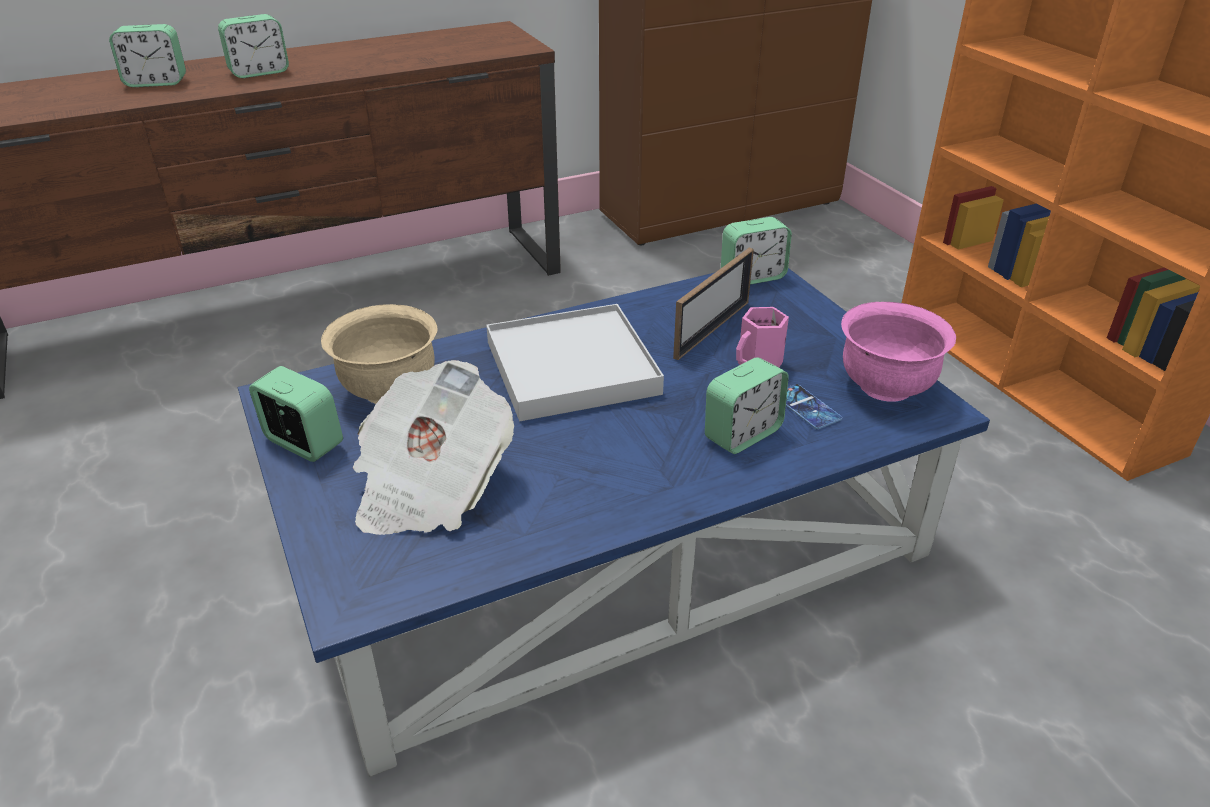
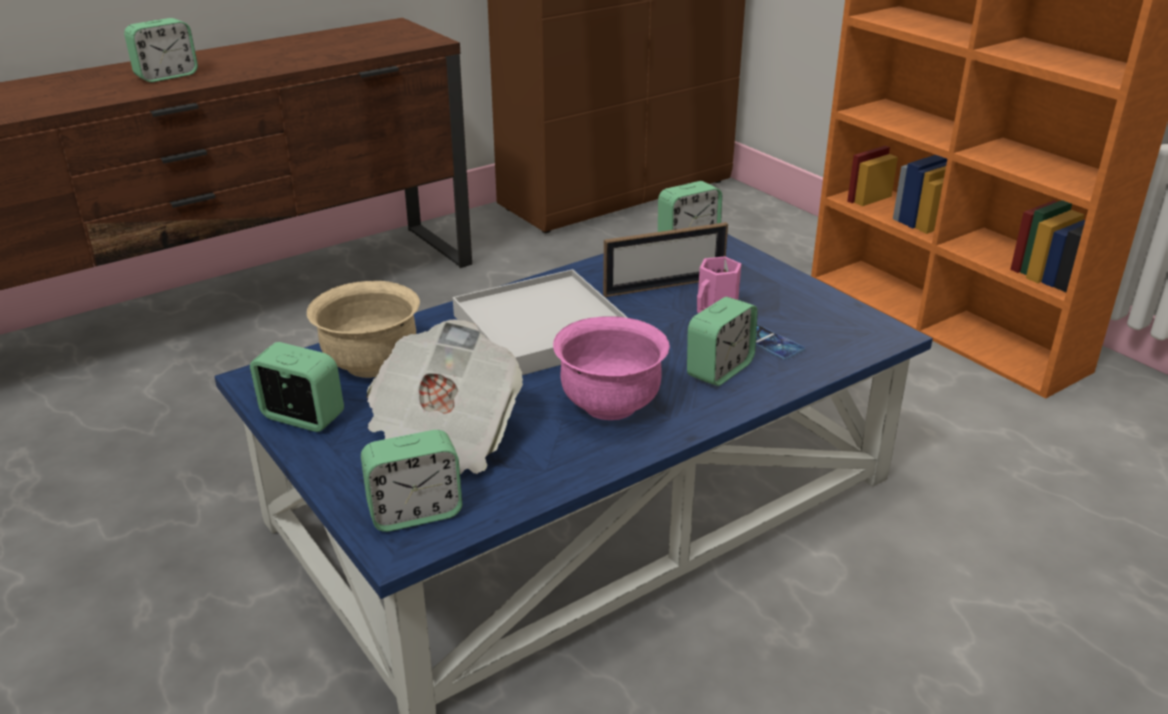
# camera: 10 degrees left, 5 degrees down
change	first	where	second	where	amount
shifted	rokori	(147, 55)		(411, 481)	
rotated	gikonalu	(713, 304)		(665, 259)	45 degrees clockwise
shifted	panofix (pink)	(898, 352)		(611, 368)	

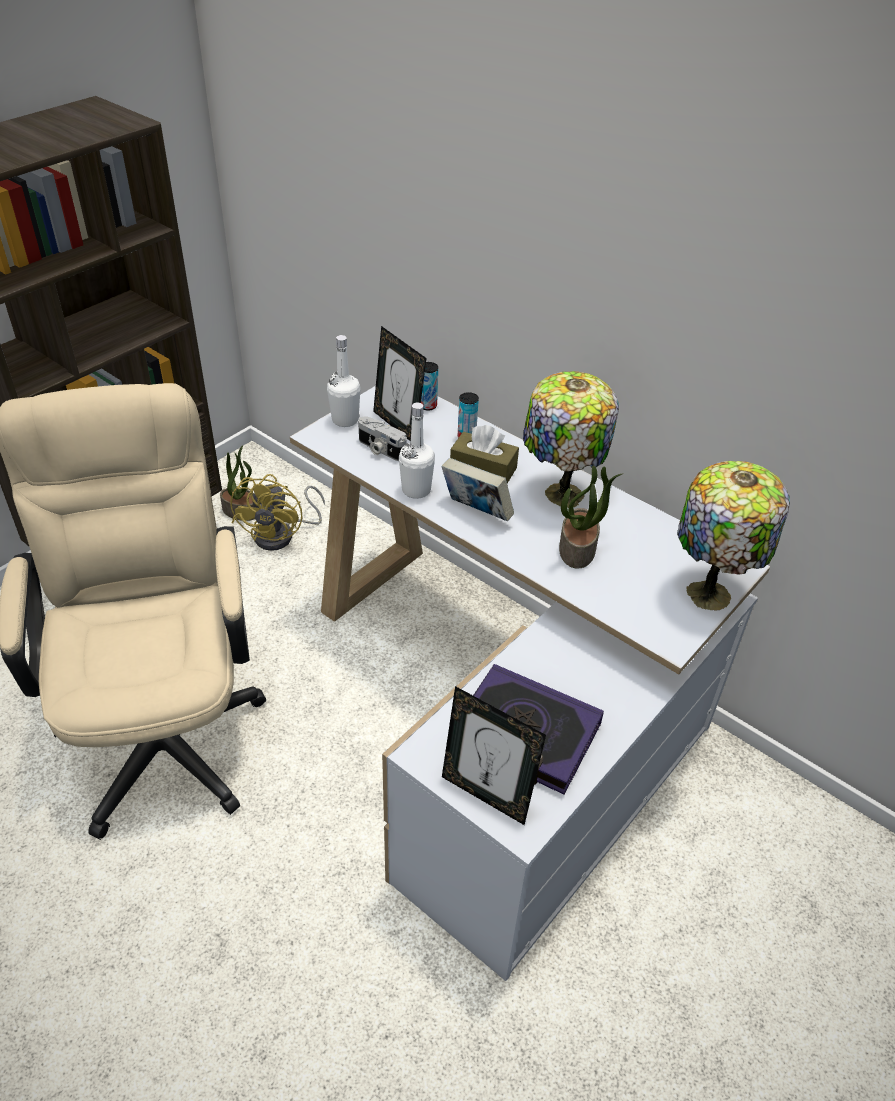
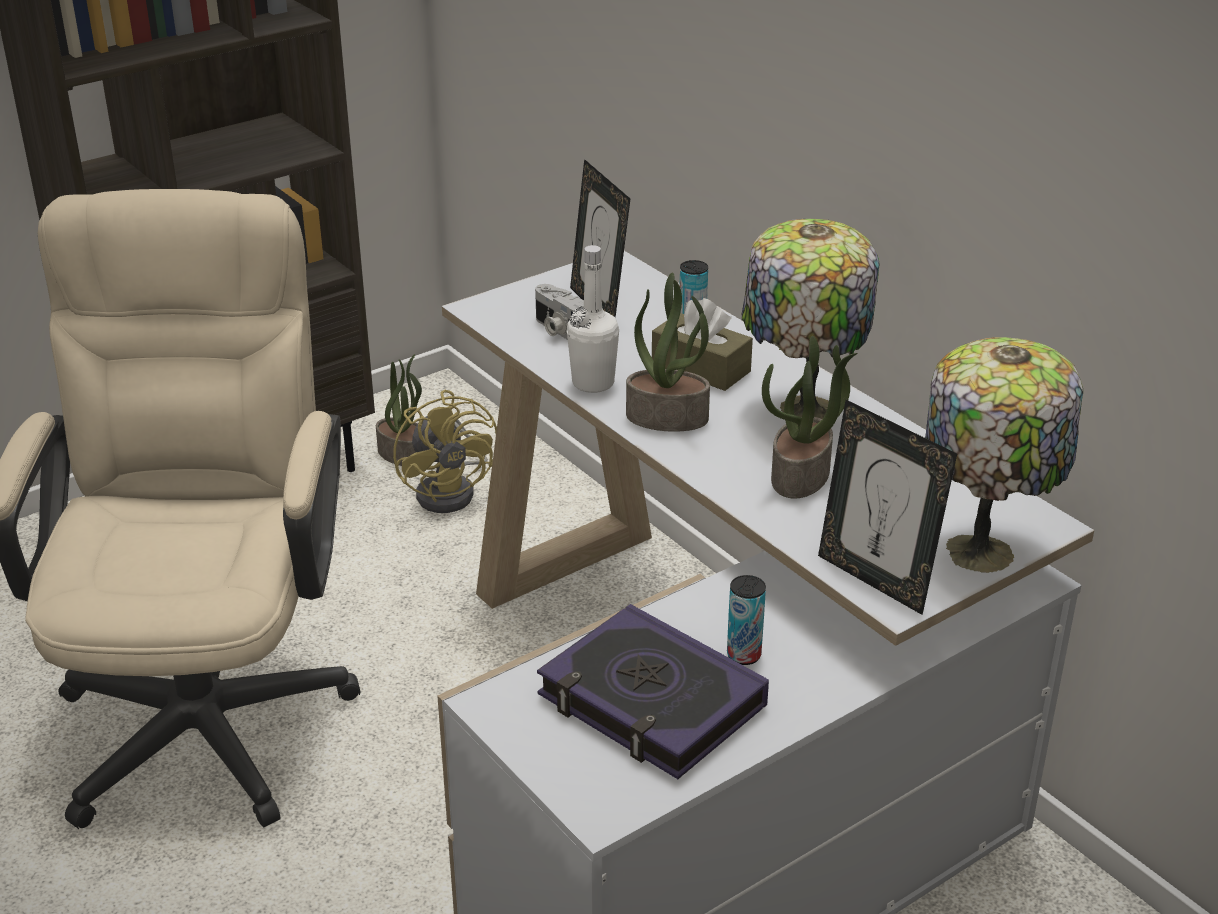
# camera: 15 degrees right, 10 degrees down
change	first	where	second	where	amount
rotated	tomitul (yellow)	(277, 512)		(445, 451)	45 degrees counterclockwise
gone	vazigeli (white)	(343, 381)			
shifted	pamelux	(429, 386)		(746, 620)	
swapped	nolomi	(478, 489)	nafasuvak	(668, 352)	
shifted	gikonalu	(494, 755)		(887, 507)	

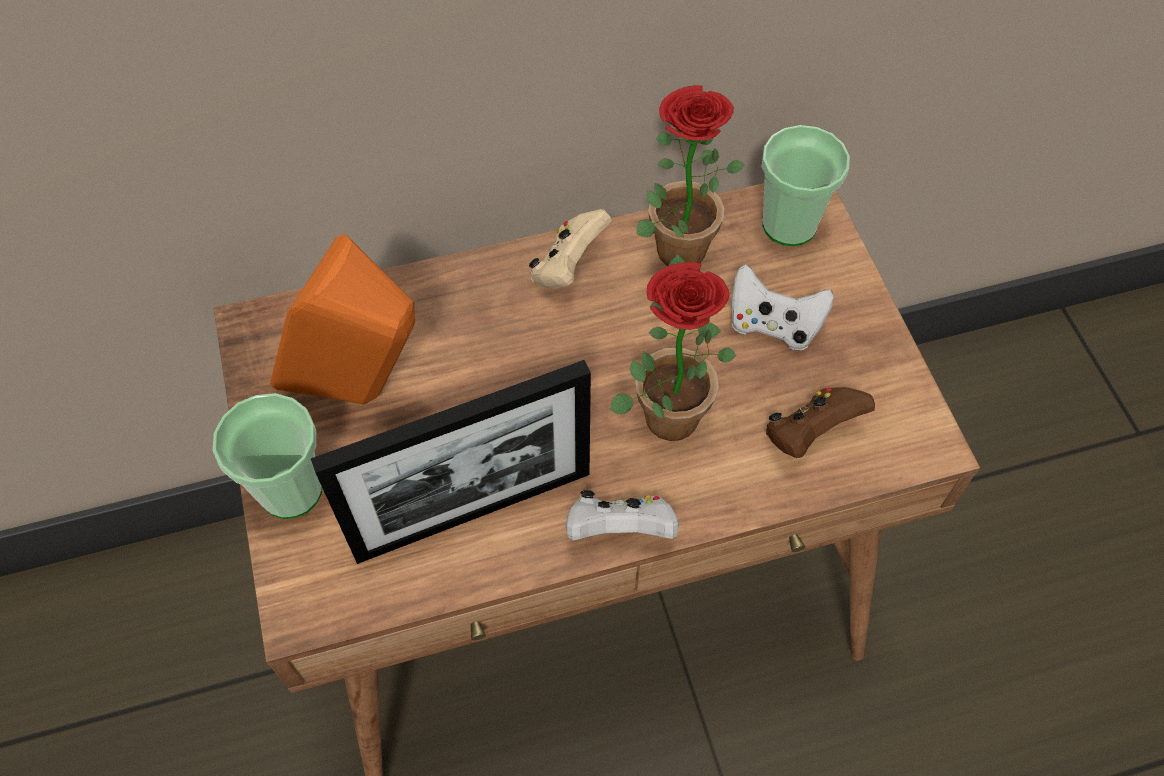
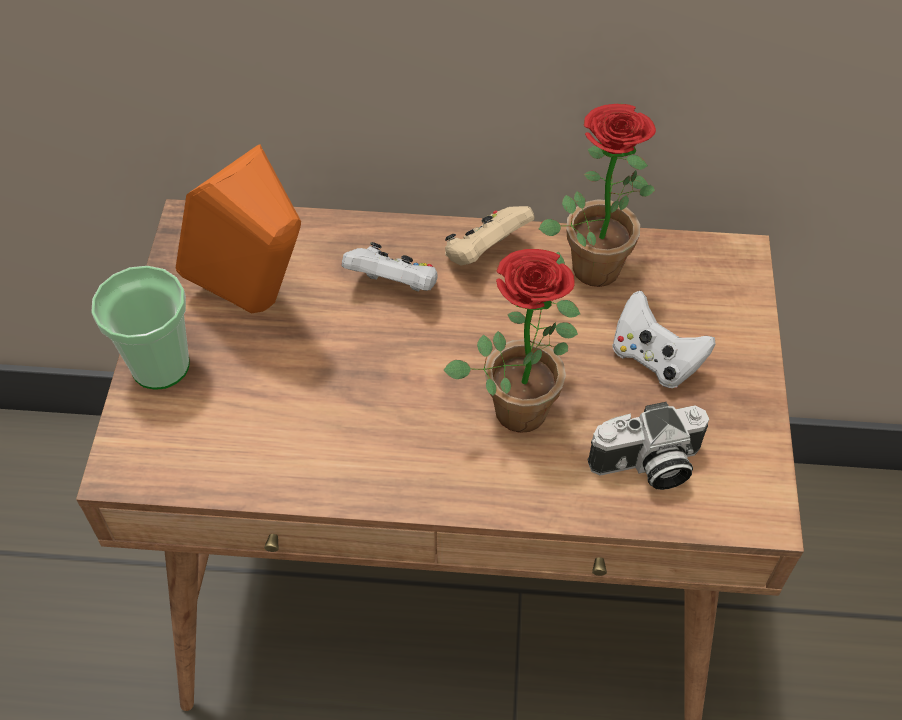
# camera: 20 degrees right, 5 degrees down
change	first	where	second	where	amount
gone	gikonalu	(451, 462)			
shifted	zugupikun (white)	(622, 515)		(390, 267)	
gone	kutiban	(806, 185)			
swapped	zugupikun (brown)	(820, 422)	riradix	(648, 445)	

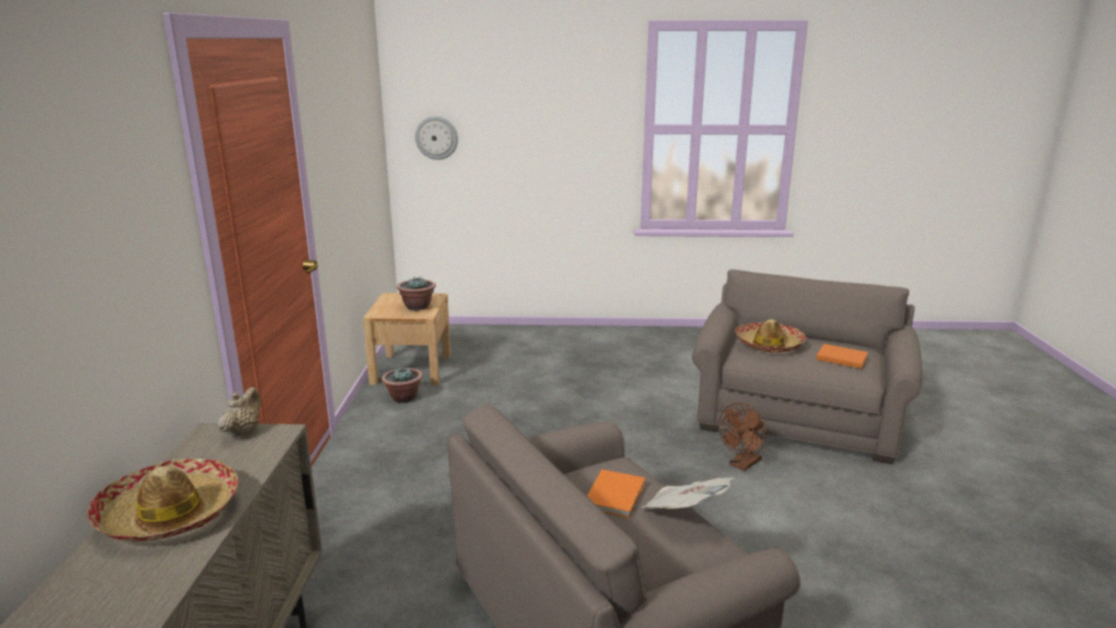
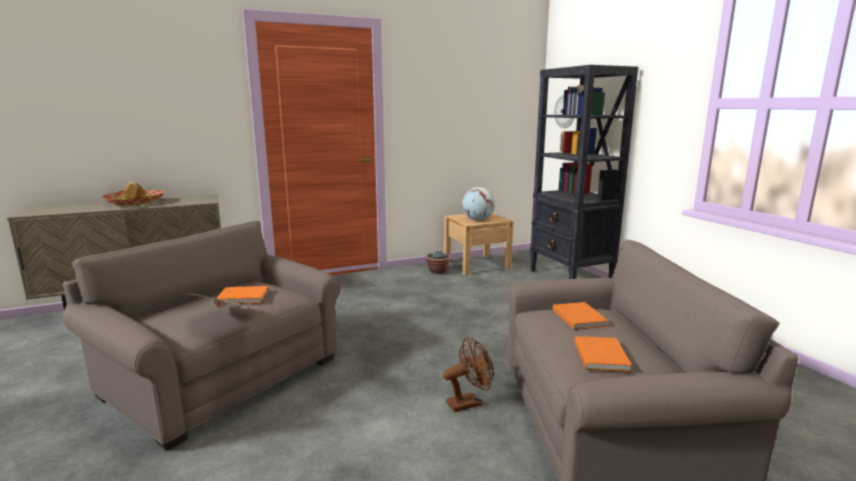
# camera: 65 degrees right, 5 degrees down
change	first	where	second	where	amount
gone	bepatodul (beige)	(239, 412)			
swapped	nafasuvak	(416, 293)	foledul	(478, 204)	
rotated	tomitul (brown)	(743, 437)		(468, 374)	135 degrees clockwise
swapped	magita	(771, 336)	nolomi (orange)	(581, 316)	
new			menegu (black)	(584, 172)	

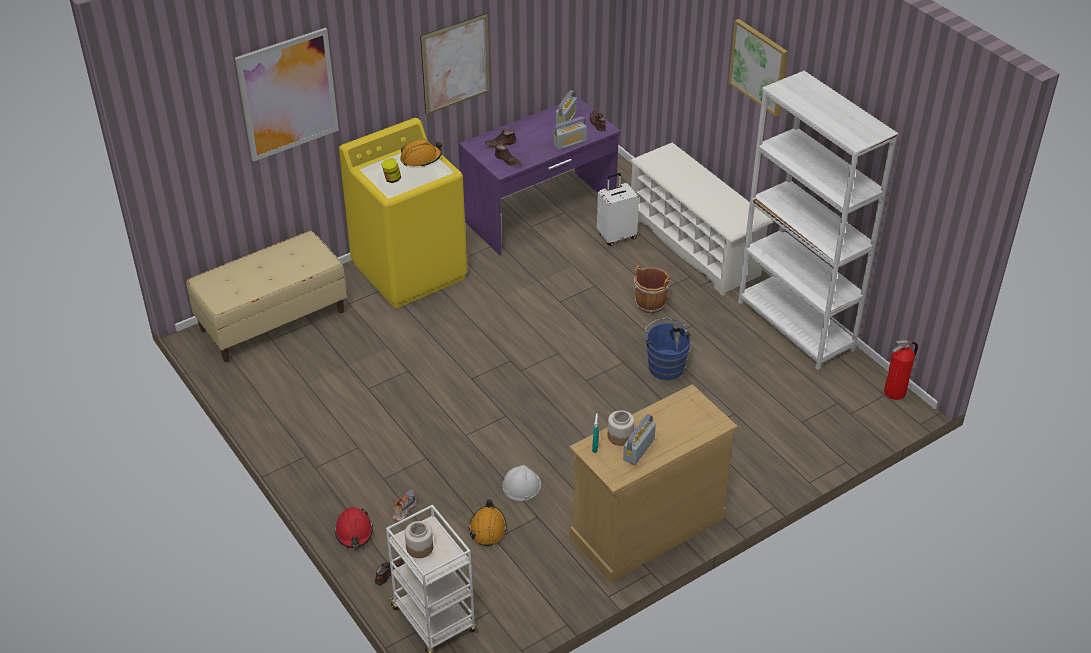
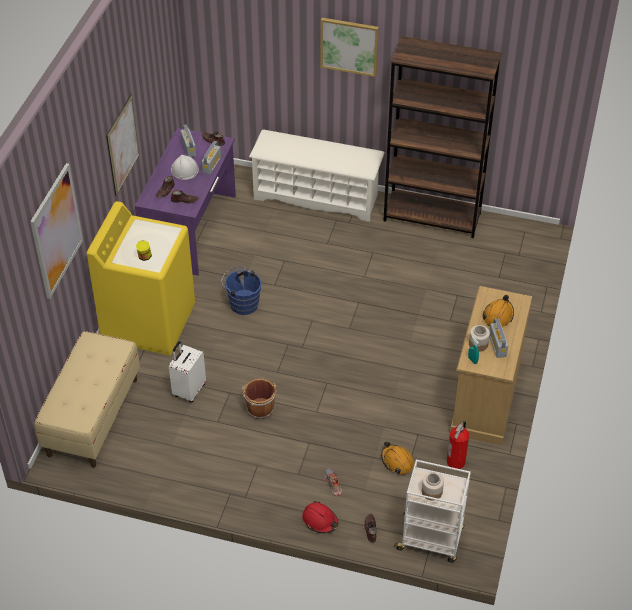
# camera: 40 degrees left, 5 degrees up
change	first	where	second	where	amount
shifted	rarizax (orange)	(421, 153)		(498, 311)	
shifted	rarizax (white)	(522, 483)		(185, 167)	
shifted	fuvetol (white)	(618, 209)		(187, 371)	
shifted	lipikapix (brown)	(653, 289)		(259, 399)	
shifted	lipikapix (blue)	(668, 349)		(241, 291)	
repainted	menegu (white)	(818, 220)	menegu (brown)	(442, 137)	
shifted	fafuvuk	(901, 370)		(458, 445)	

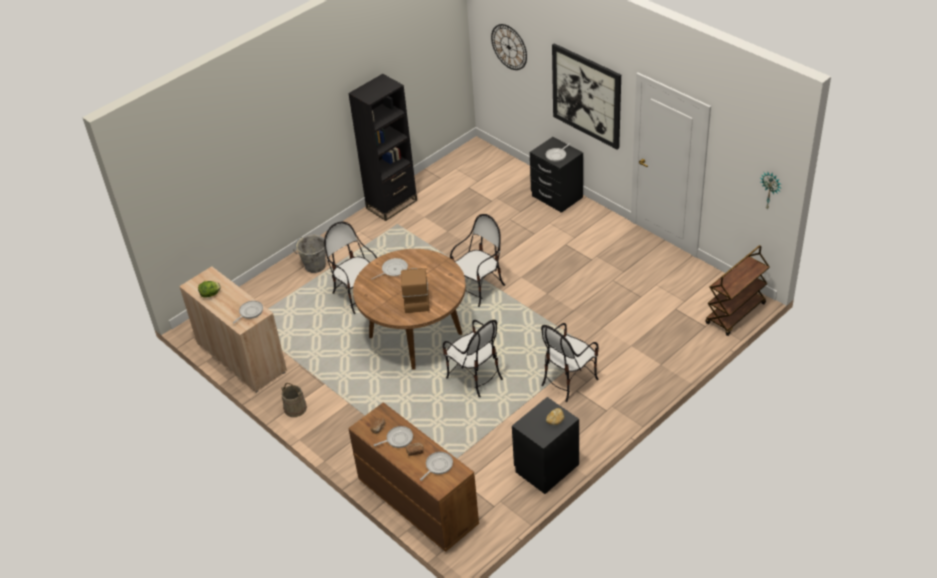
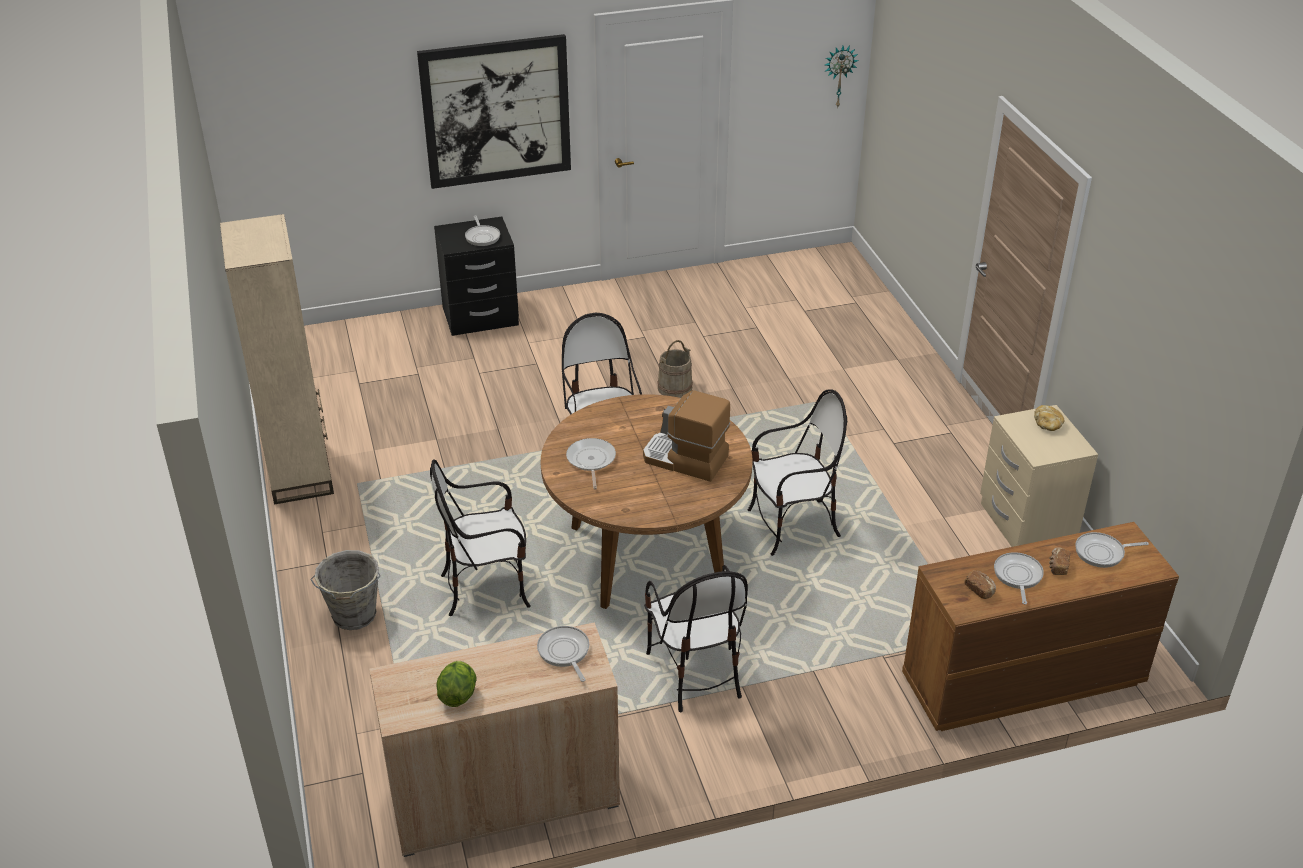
# camera: 65 degrees left, 5 degrees down
change	first	where	second	where	amount
shifted	lipikapix (beige)	(294, 400)		(675, 369)	
repainted	menegu (black)	(382, 147)	menegu (beige)	(277, 359)	
rotated	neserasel	(436, 466)		(1112, 550)	75 degrees counterclockwise
gone	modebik	(509, 47)			
repainted	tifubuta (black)	(545, 445)	tifubuta (beige)	(1039, 476)	
shifted	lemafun	(570, 362)		(696, 638)	
gone	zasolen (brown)	(737, 290)			

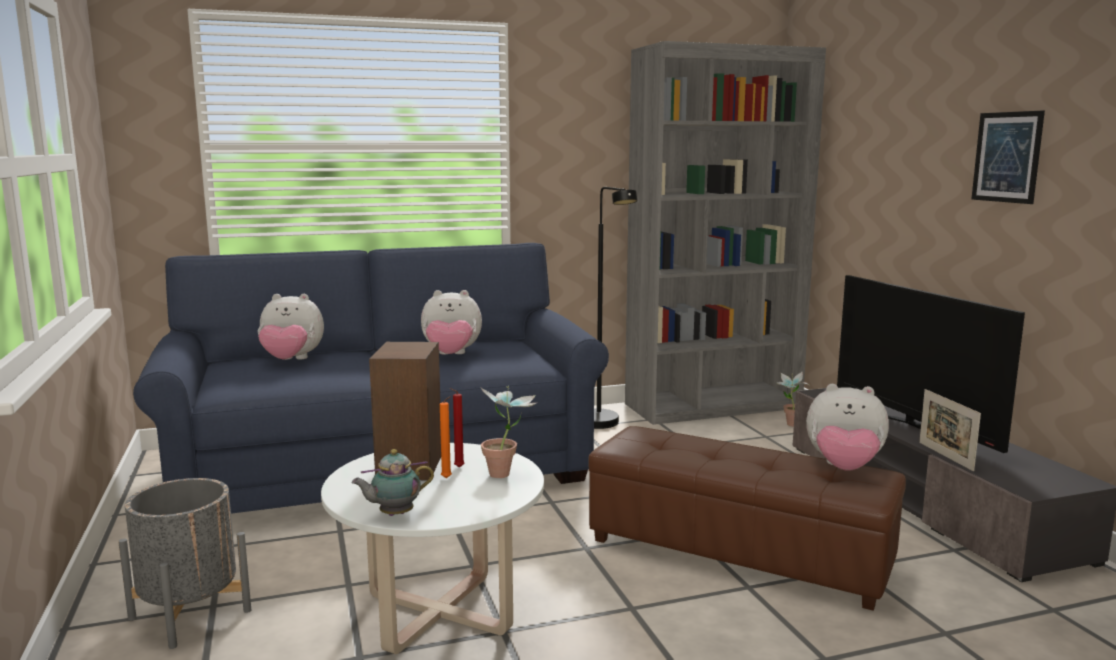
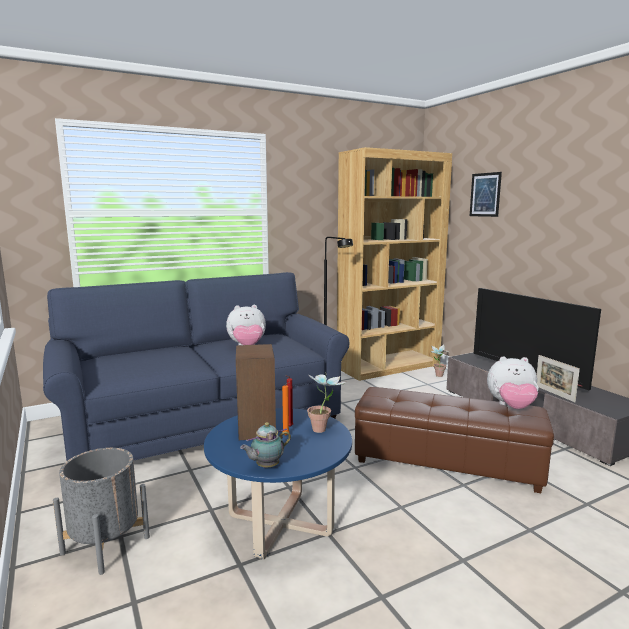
# camera: 10 degrees left, 0 degrees up
change	first	where	second	where	amount
gone	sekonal	(291, 327)			
repainted	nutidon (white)	(432, 548)	nutidon (blue)	(278, 483)	
repainted	menegu (grey)	(725, 233)	menegu (brown)	(394, 264)	
shifted	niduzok	(1008, 157)		(486, 194)	

